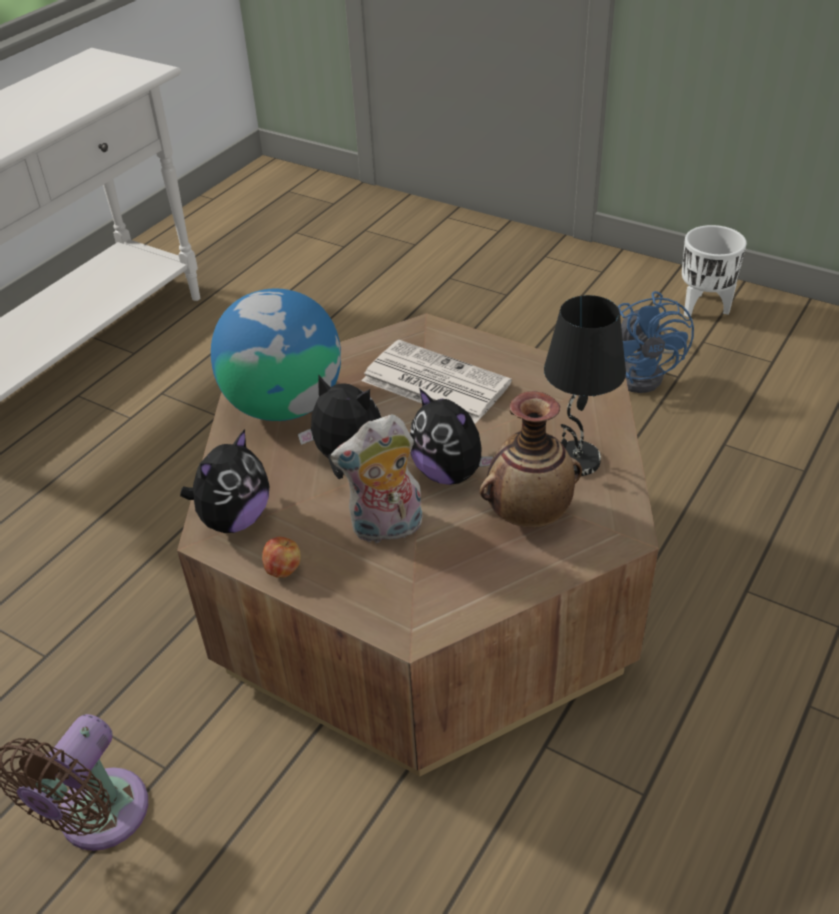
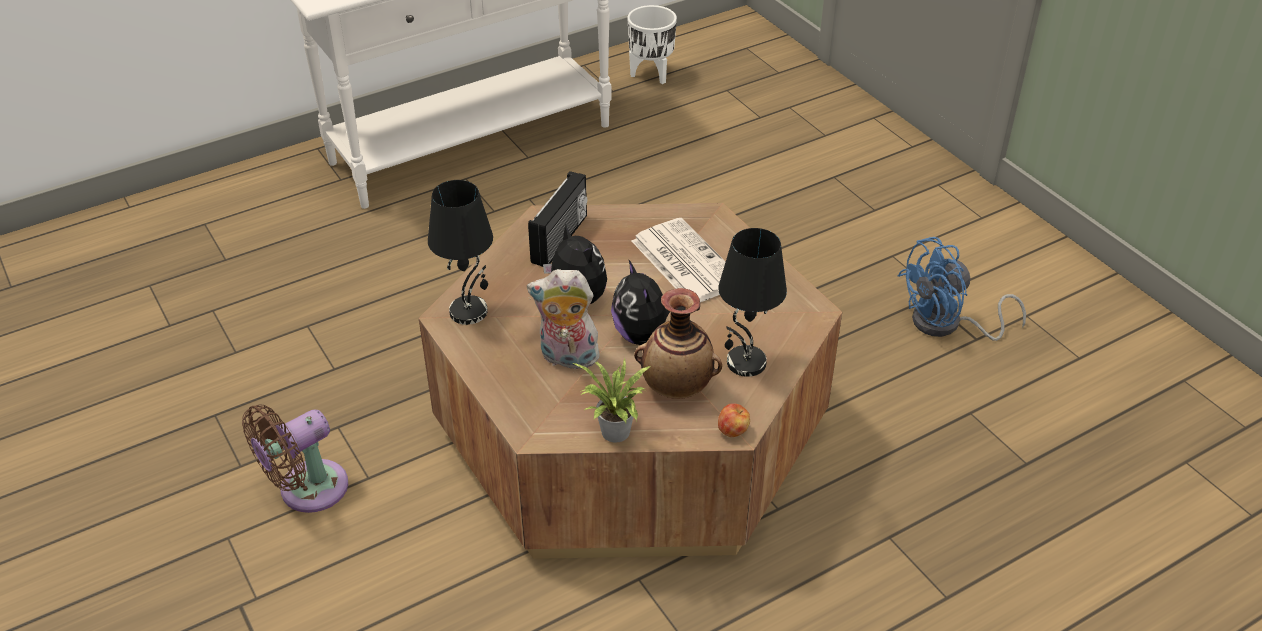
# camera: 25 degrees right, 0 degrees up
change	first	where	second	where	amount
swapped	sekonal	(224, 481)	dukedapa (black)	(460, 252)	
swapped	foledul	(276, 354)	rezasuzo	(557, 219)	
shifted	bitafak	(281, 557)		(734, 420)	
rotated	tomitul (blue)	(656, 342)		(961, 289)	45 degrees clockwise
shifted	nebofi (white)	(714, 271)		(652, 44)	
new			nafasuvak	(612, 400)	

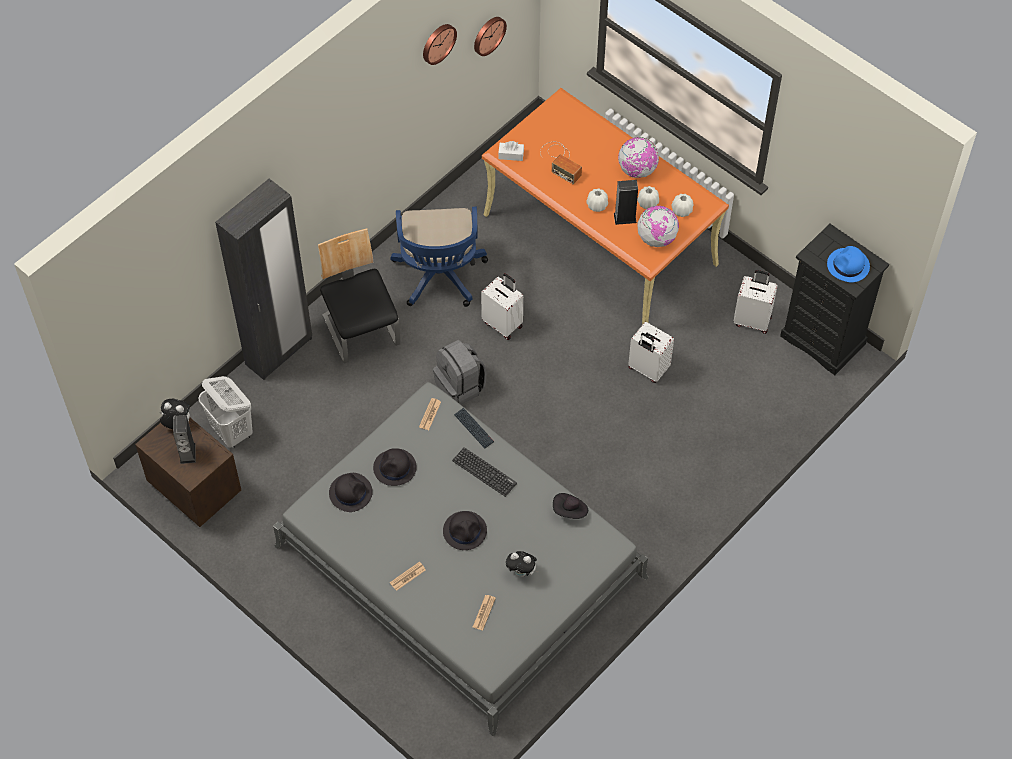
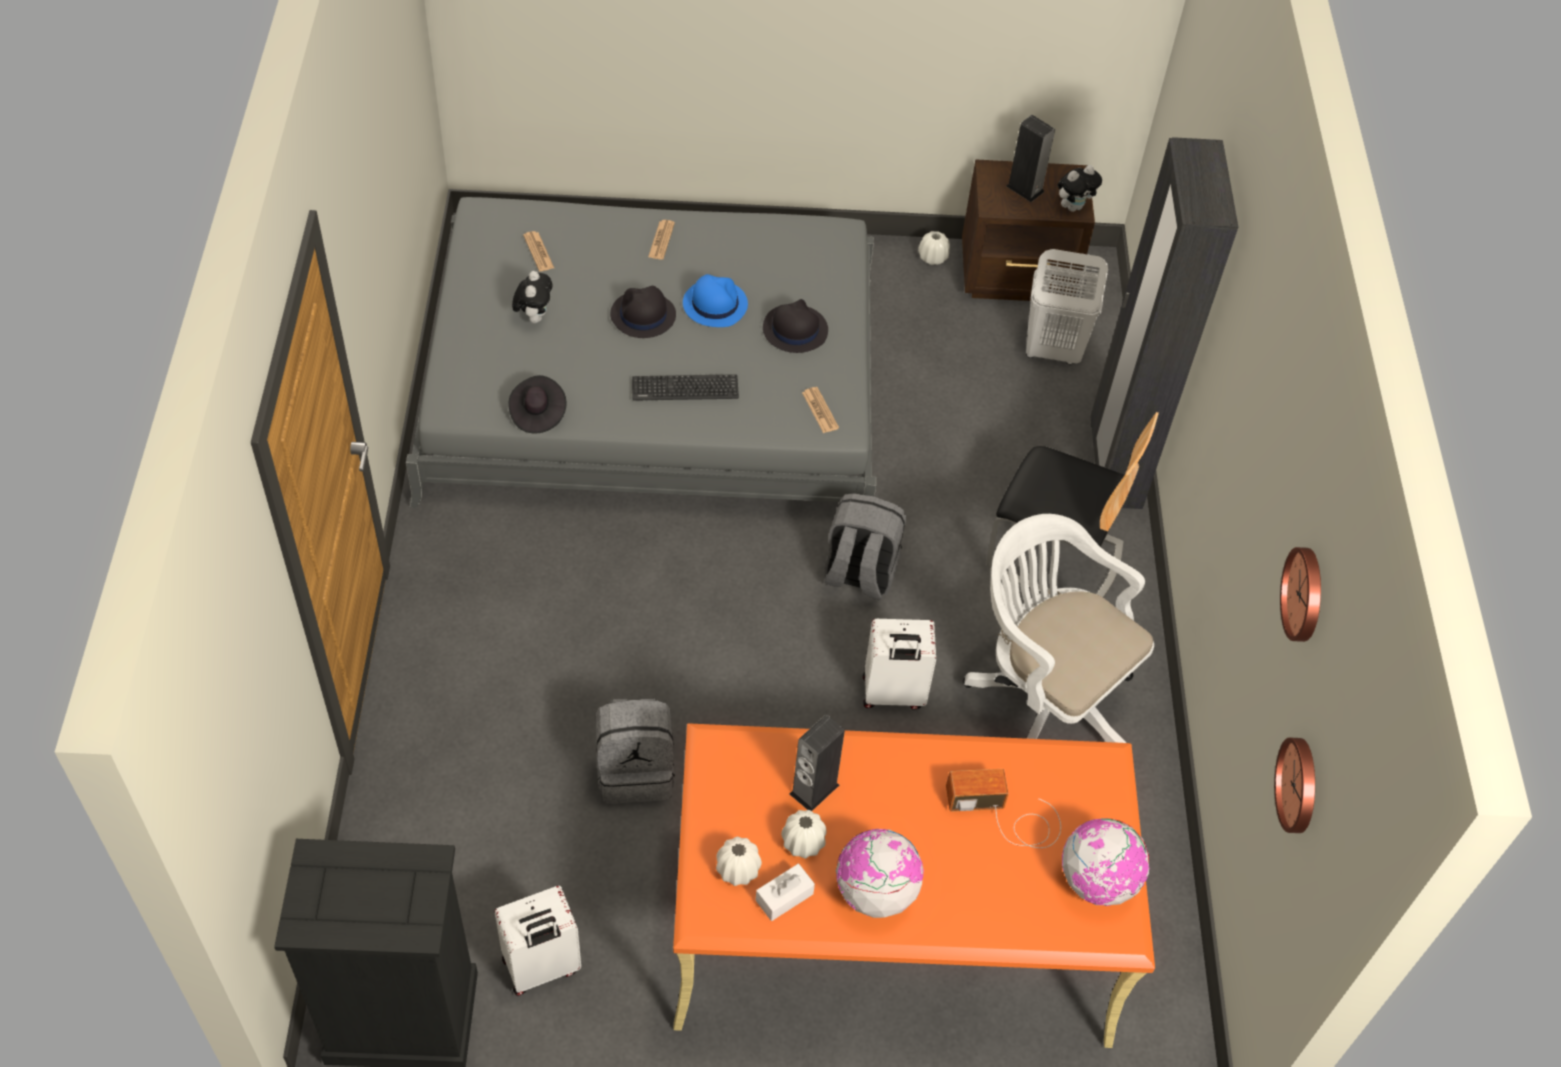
# camera: 135 degrees right, 5 degrees down
change	first	where	second	where	amount
gone	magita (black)	(351, 492)			
repainted	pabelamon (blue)	(439, 257)	pabelamon (white)	(1058, 628)	
gone	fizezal	(474, 428)			
shifted	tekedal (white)	(511, 151)		(785, 892)	
rotated	sekonal	(522, 564)		(532, 297)	120 degrees clockwise
shifted	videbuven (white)	(597, 200)		(934, 248)	
swapped	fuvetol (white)	(651, 352)	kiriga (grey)	(635, 751)	
shifted	foledul	(658, 226)		(1105, 862)	
shifted	magita (blue)	(848, 264)		(715, 300)	

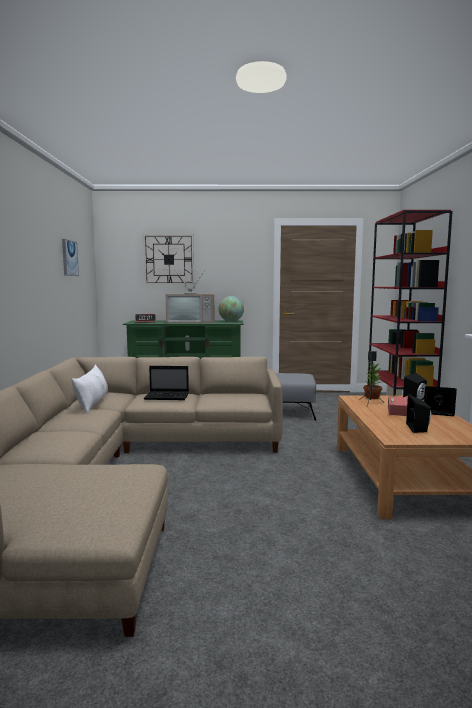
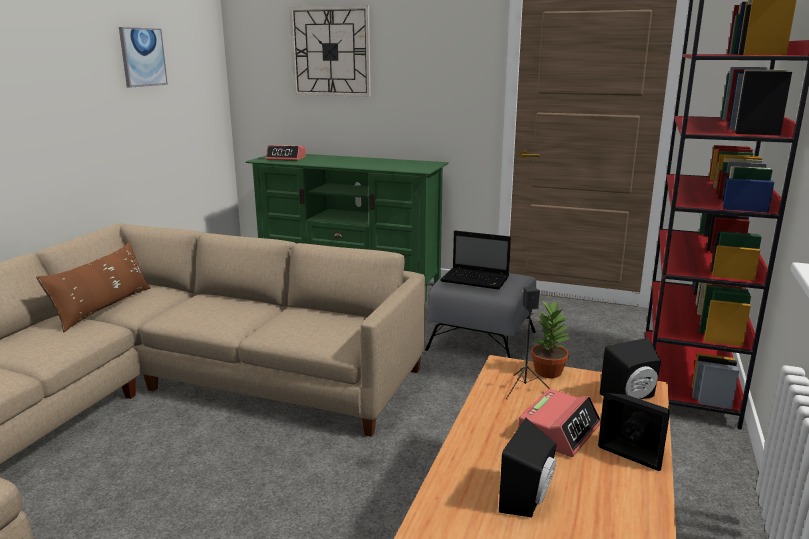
# camera: 20 degrees right, 10 degrees up
change	first	where	second	where	amount
repainted	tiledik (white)	(89, 389)	tiledik (brown)	(93, 287)	
shifted	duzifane	(166, 383)		(475, 260)	
gone	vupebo	(190, 297)			
gone	foledul	(231, 309)			

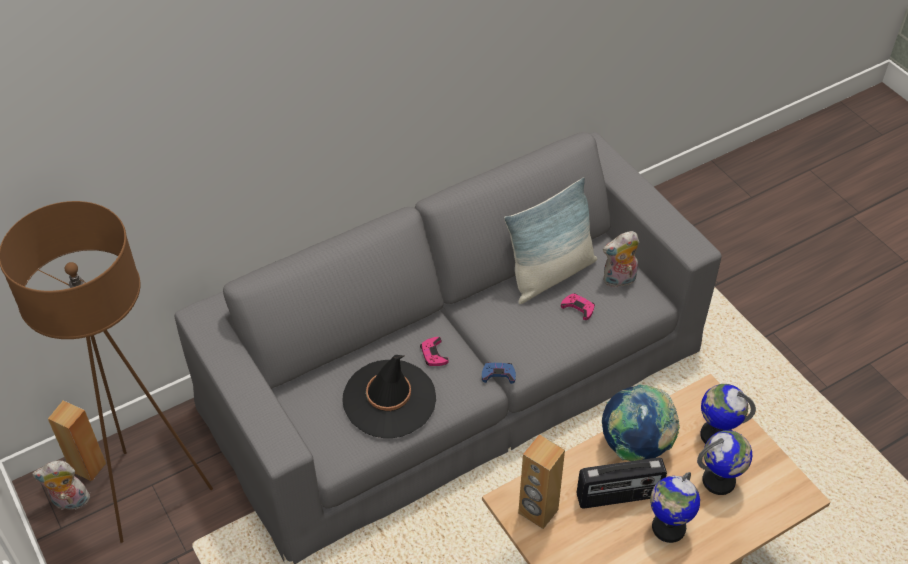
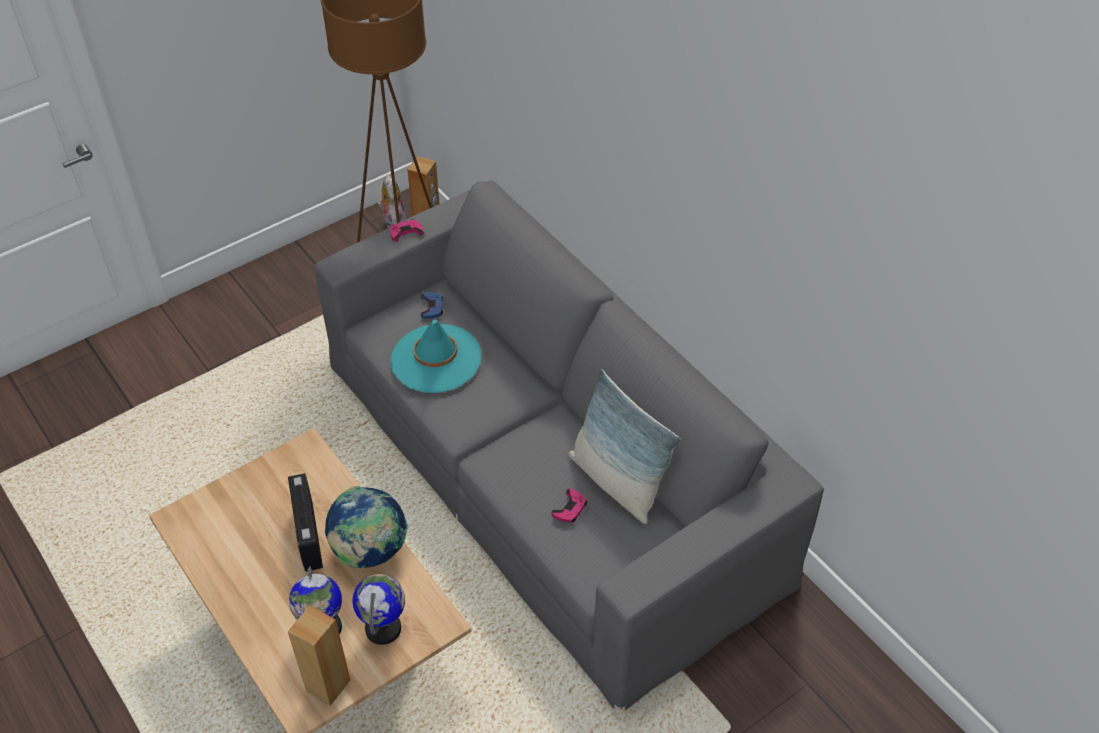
# camera: 85 degrees right, 0 degrees up
change	first	where	second	where	amount
repainted	magita (black)	(389, 396)	magita (turquoise)	(436, 356)	
shifted	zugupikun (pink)	(434, 351)		(406, 230)	
shifted	zugupikun (blue)	(499, 373)		(432, 305)	
shifted	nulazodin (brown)	(541, 481)		(319, 655)	
gone	sekonal	(621, 259)			
gone	foledul	(675, 507)			

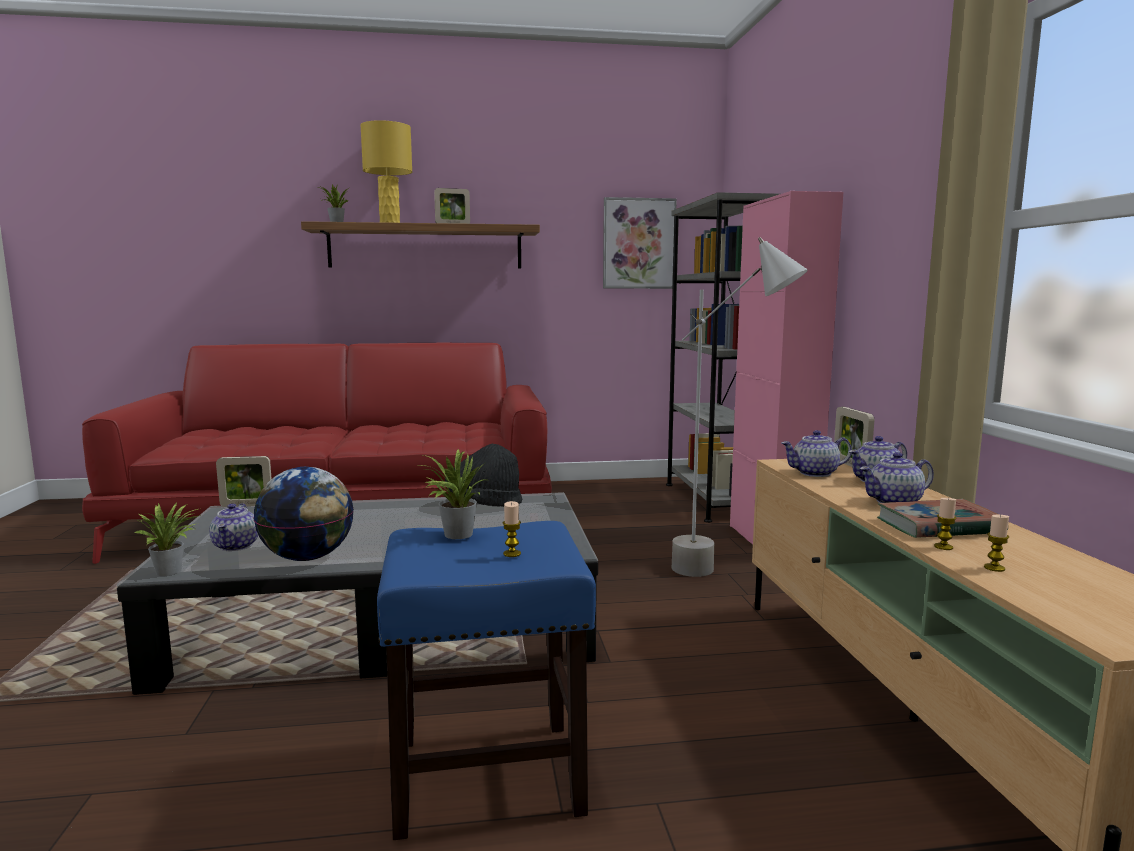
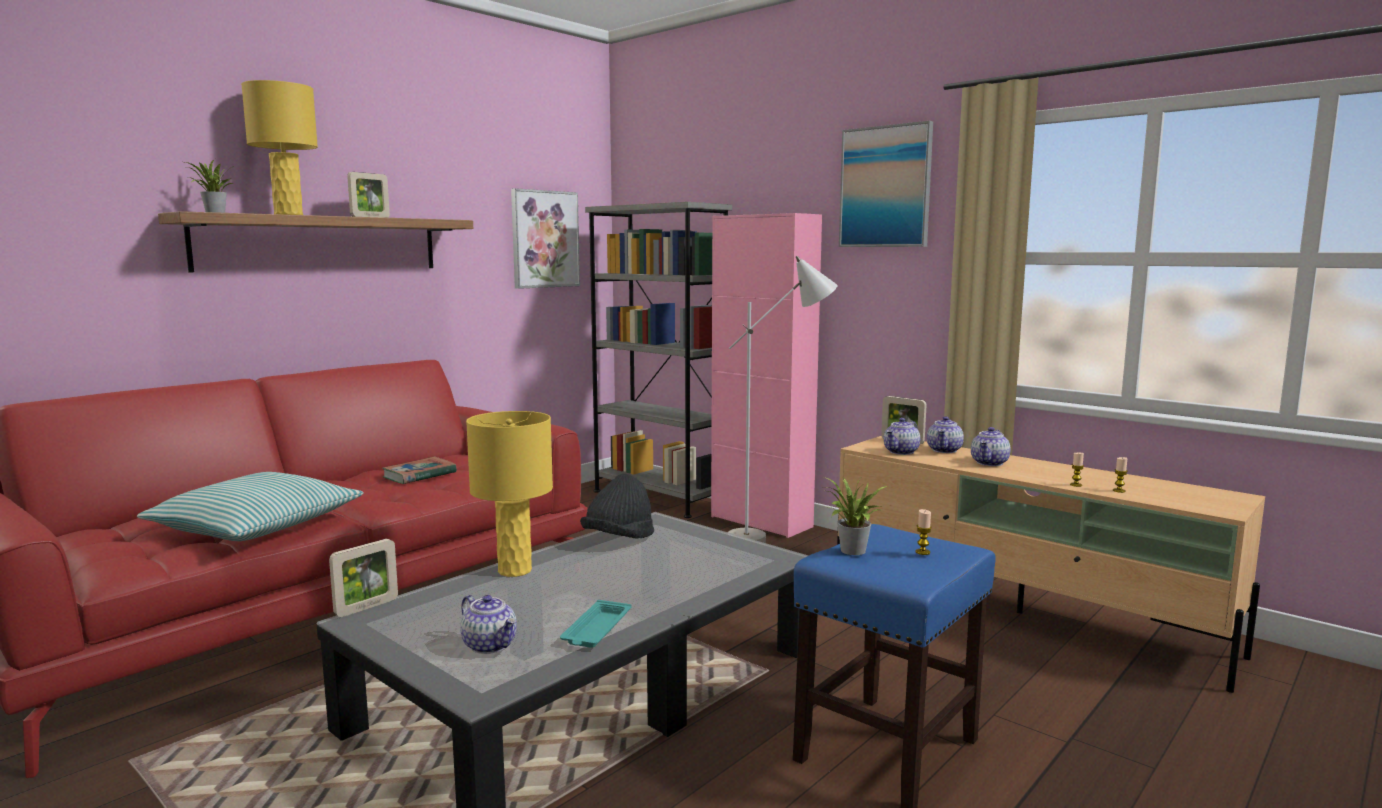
# camera: 40 degrees left, 0 degrees up
change	first	where	second	where	amount
gone	nafasuvak	(167, 538)			
swapped	foledul	(303, 514)	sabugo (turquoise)	(596, 624)	
shifted	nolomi	(938, 518)		(419, 470)	
new			tiledik	(250, 506)	
new			dukedapa (yellow)	(509, 494)	
new			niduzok	(886, 184)	

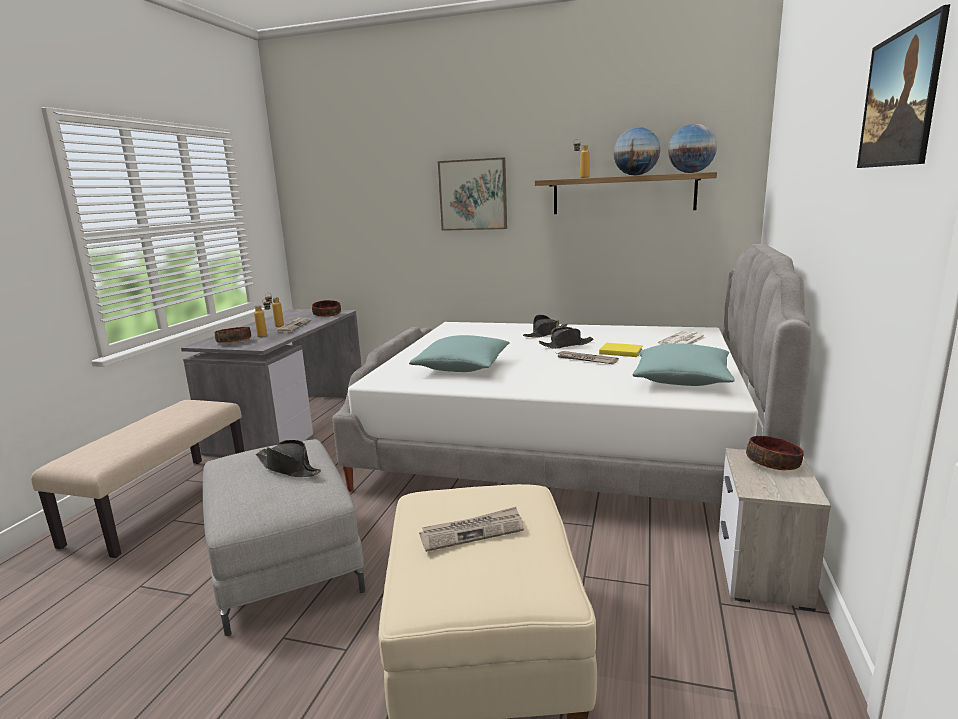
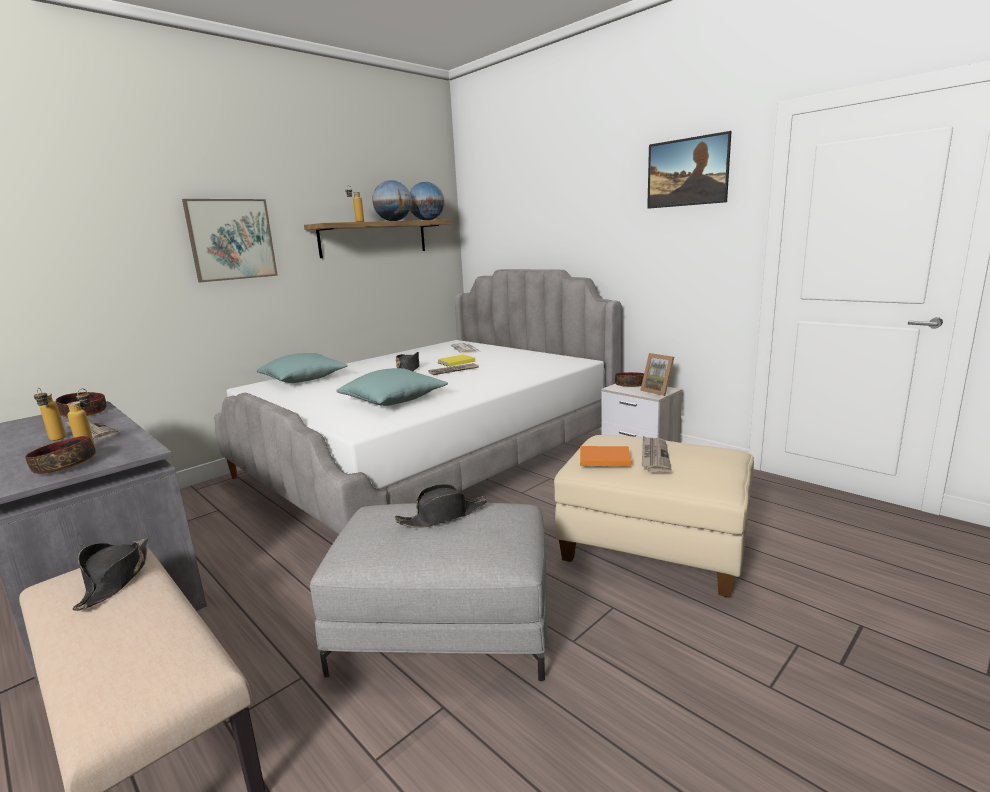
# camera: 60 degrees left, 0 degrees up
change	first	where	second	where	amount
shifted	magita (black)	(545, 326)		(110, 574)	
shifted	tiledik (turquoise)	(684, 364)		(302, 368)	
new			nolomi (orange)	(605, 456)	
new			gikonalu	(657, 374)	

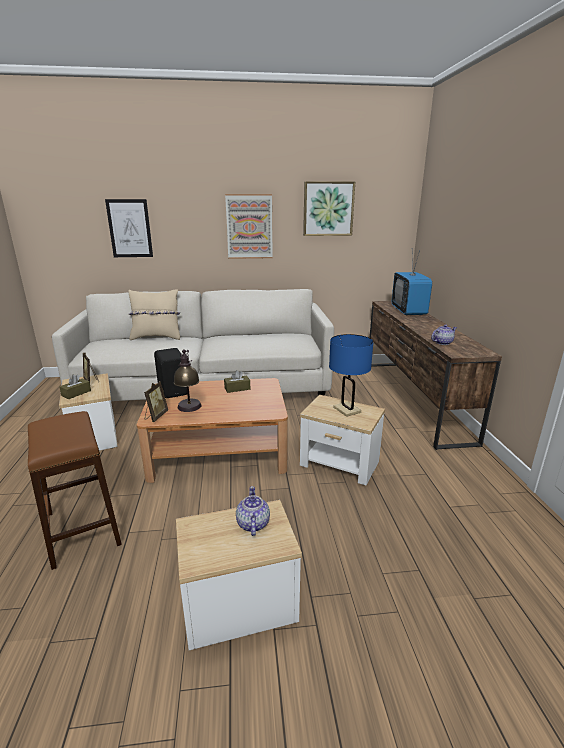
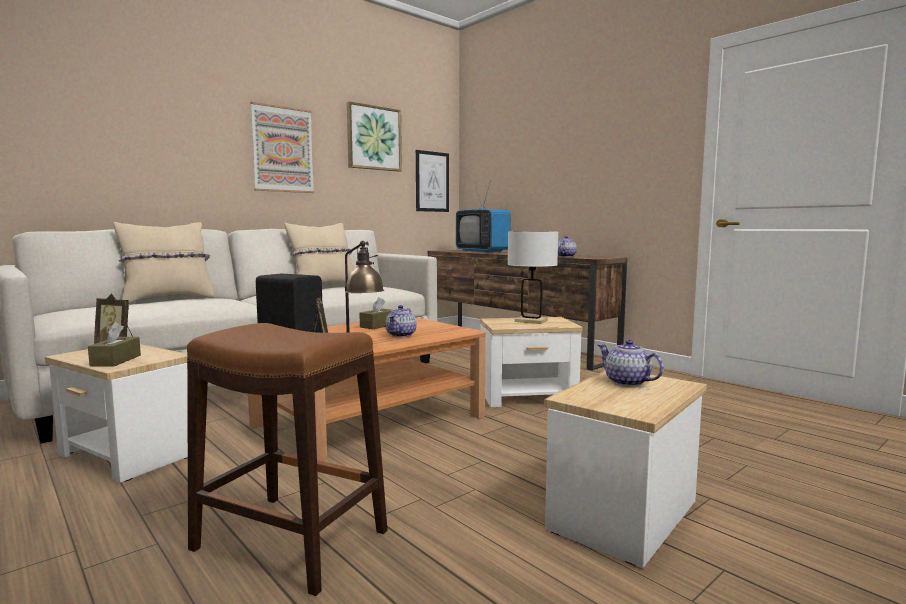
# camera: 35 degrees left, 15 degrees down
change	first	where	second	where	amount
shifted	niduzok	(129, 228)		(432, 181)	
repainted	dukedapa (blue)	(351, 375)	dukedapa (white)	(533, 277)	
new			tiledik (beige)	(319, 253)	
new			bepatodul	(401, 321)	

